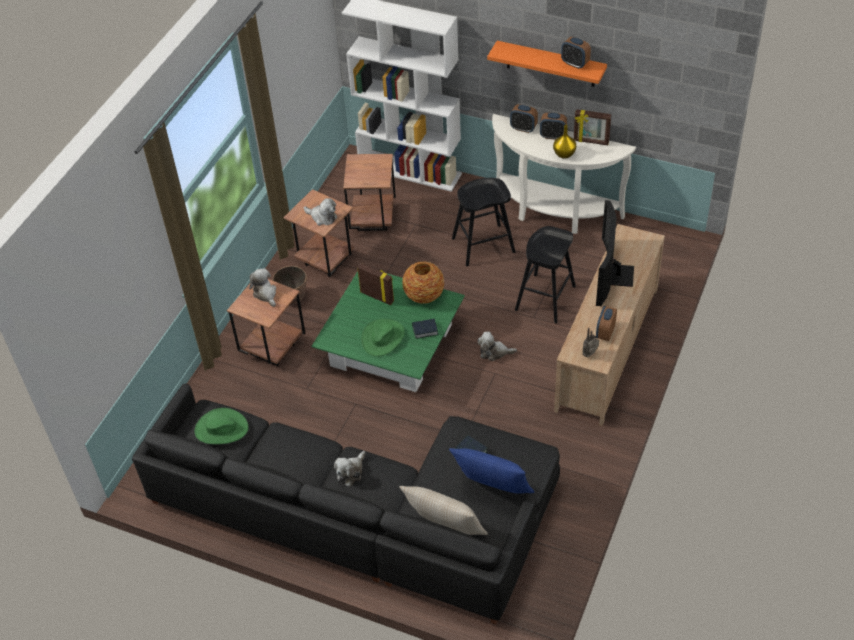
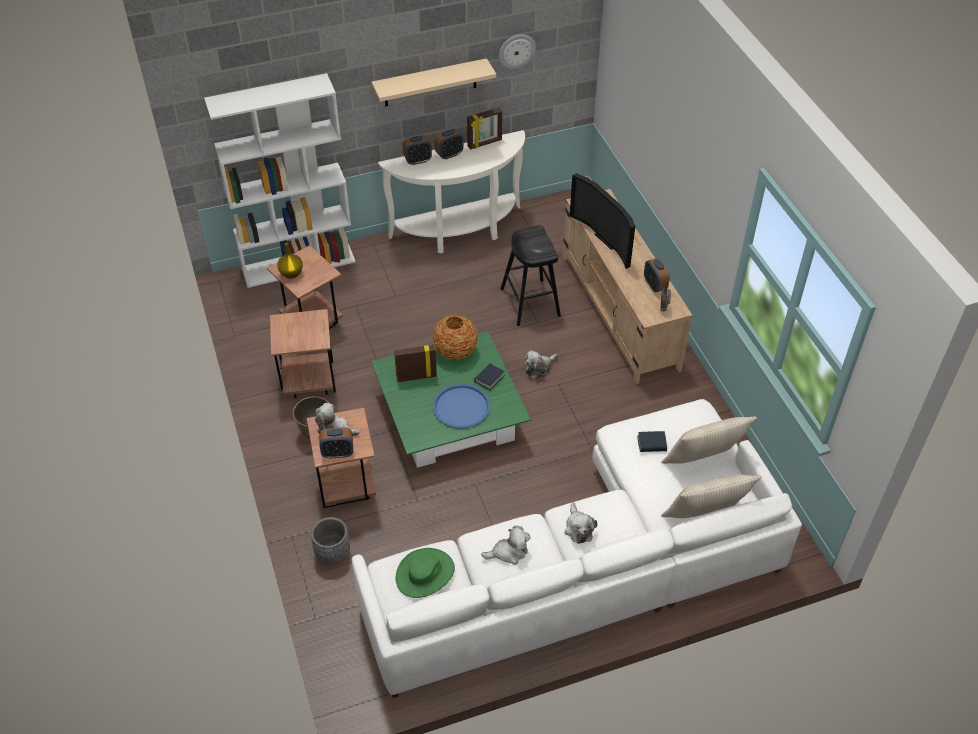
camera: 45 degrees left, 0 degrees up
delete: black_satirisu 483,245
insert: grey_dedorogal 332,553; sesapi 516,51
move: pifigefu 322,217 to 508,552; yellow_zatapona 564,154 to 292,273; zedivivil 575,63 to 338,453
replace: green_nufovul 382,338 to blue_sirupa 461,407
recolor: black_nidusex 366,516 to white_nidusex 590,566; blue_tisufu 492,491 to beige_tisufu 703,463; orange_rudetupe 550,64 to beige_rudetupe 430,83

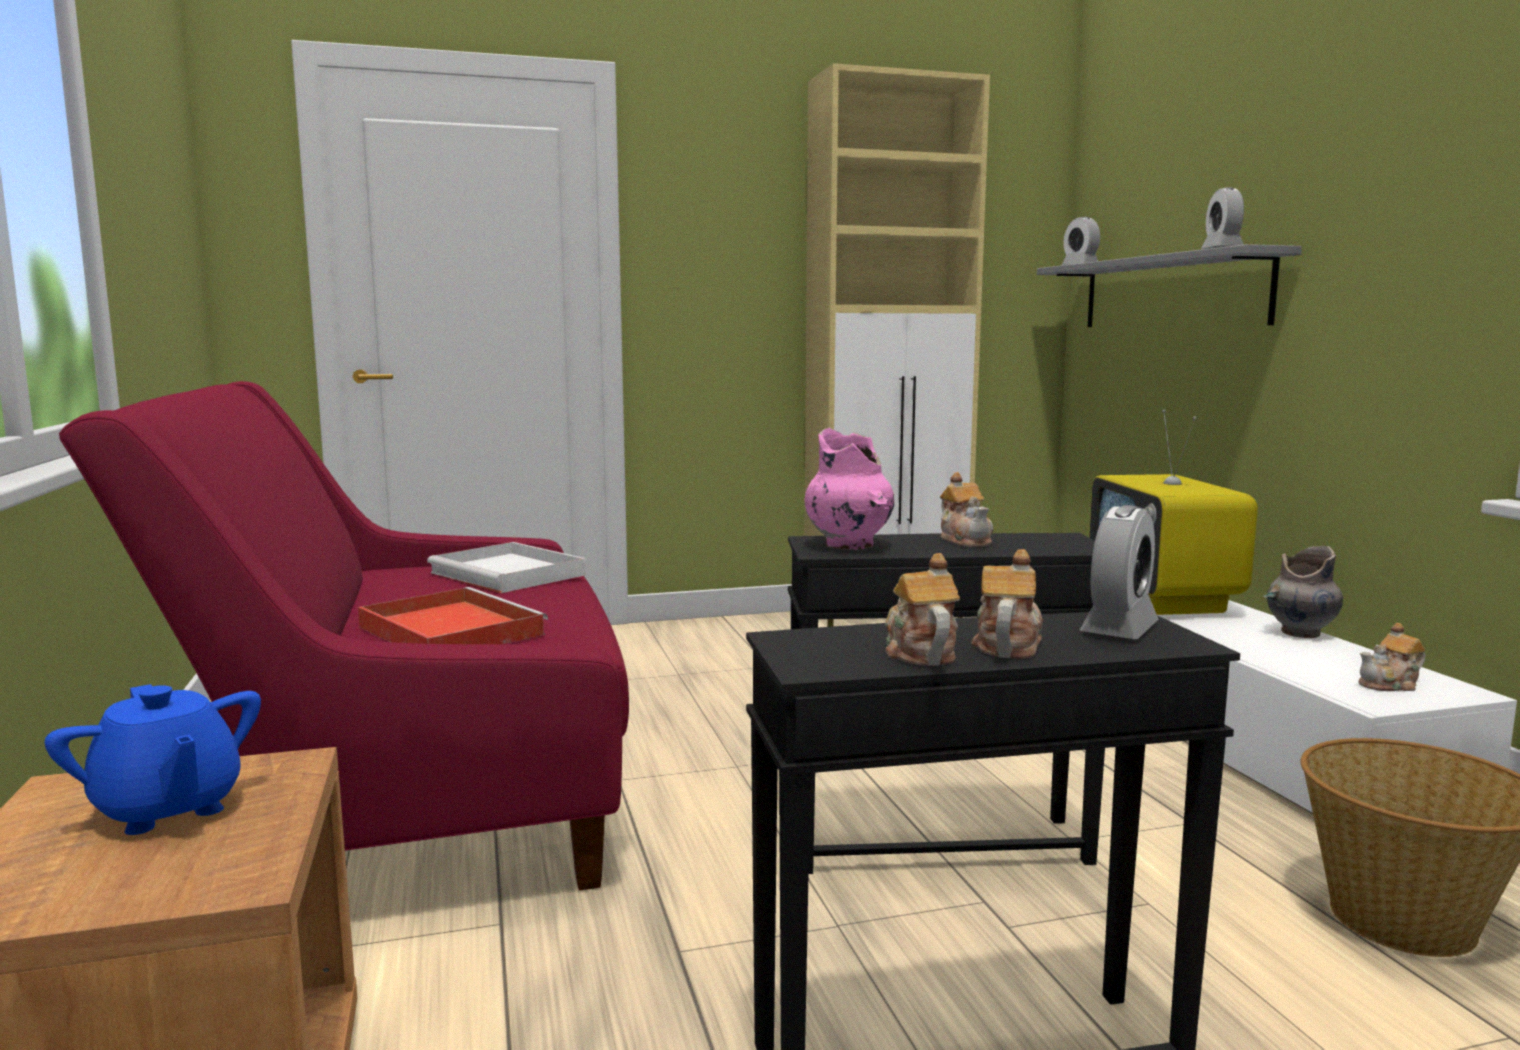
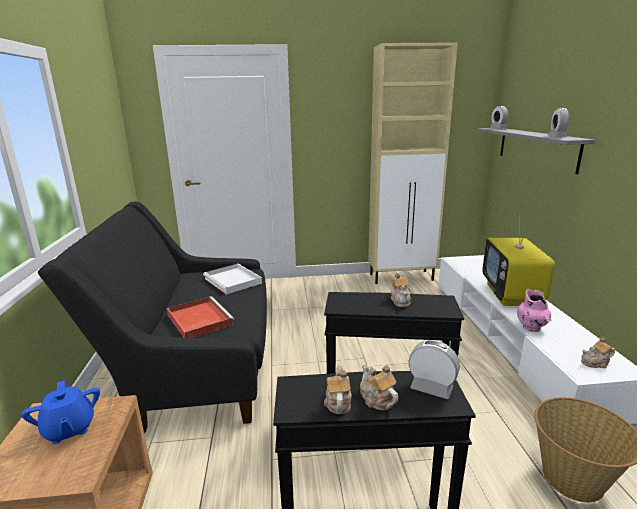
camera: 10 degrees right, 10 degrees up
delete: grey_zatapona 1299,633
move: pink_zatapona 849,546 to 531,328
recolor: red_nidusex 413,791 to black_nidusex 196,364
rotate: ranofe 1007,646 = 377,399 60 degrees counterclockwise; zedivivil 1119,629 = 431,388 105 degrees counterclockwise

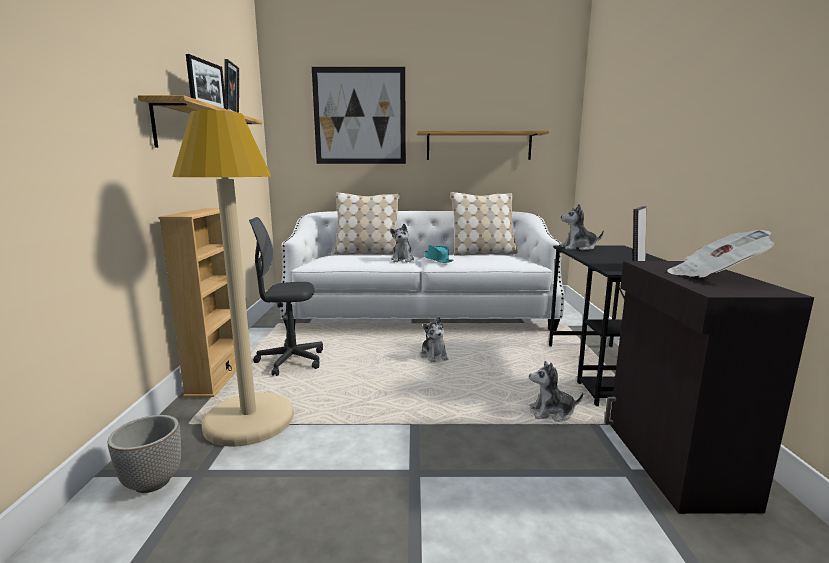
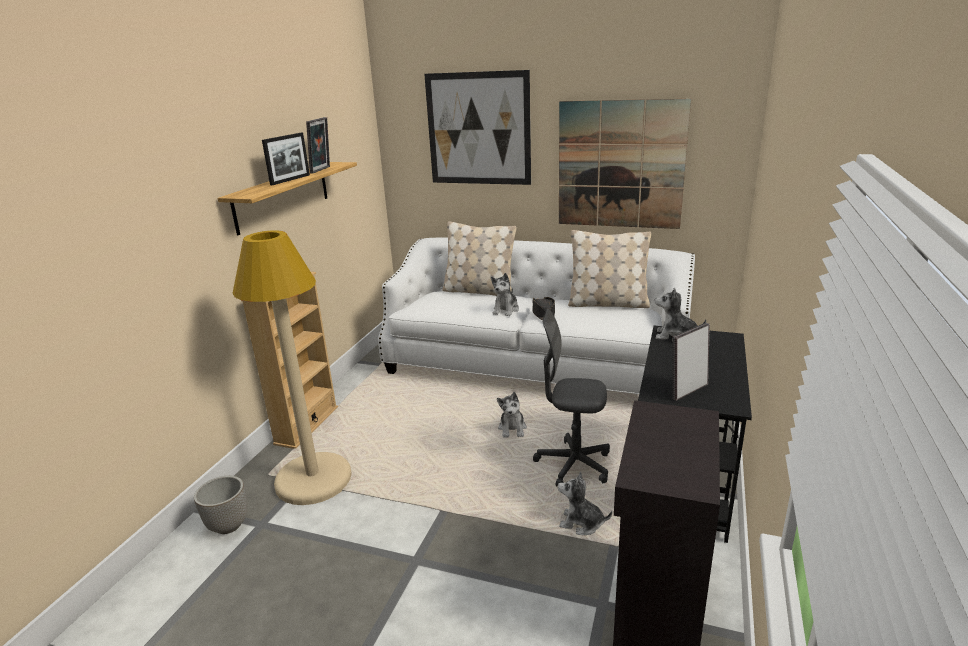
camera: 20 degrees right, 10 degrees up
delete: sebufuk 714,276
move: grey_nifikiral 291,361 to 573,465
replace: rudetupe 479,146 to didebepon 620,165
recolor: turquoise_nufovul 438,259 to black_nufovul 543,314

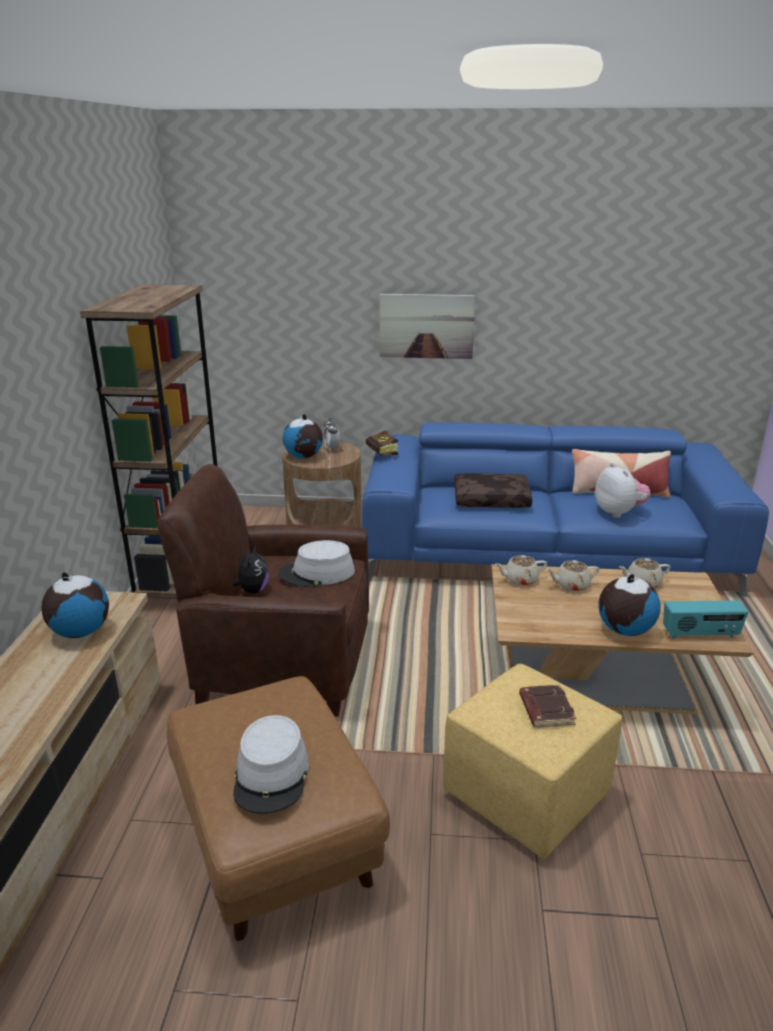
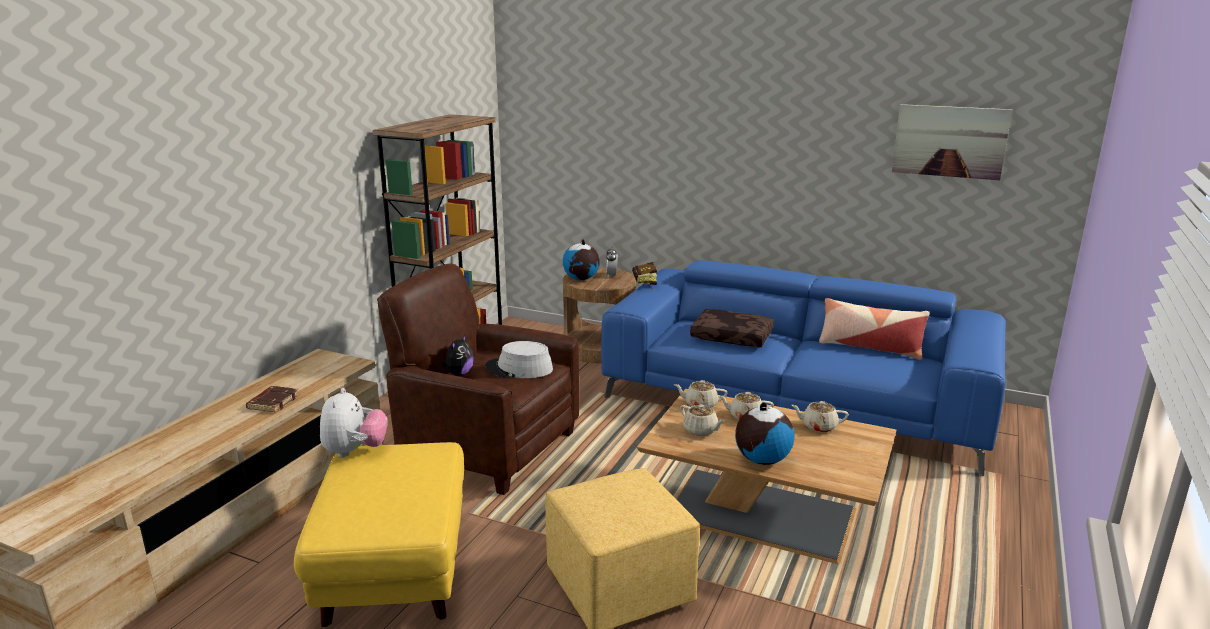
camera: 20 degrees right, 5 degrees down
delete: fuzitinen 80,632; grey_nufovul 272,775; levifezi 700,634
insert: beige_ranofe 701,430
move: didebepon 426,326 to 949,141; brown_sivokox 545,710 to 273,402; pifigefu 619,512 to 355,451
recolor: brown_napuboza 274,838 to yellow_napuboza 394,567

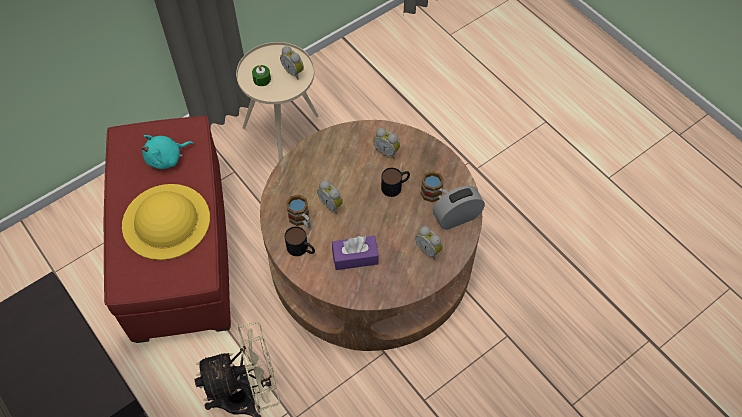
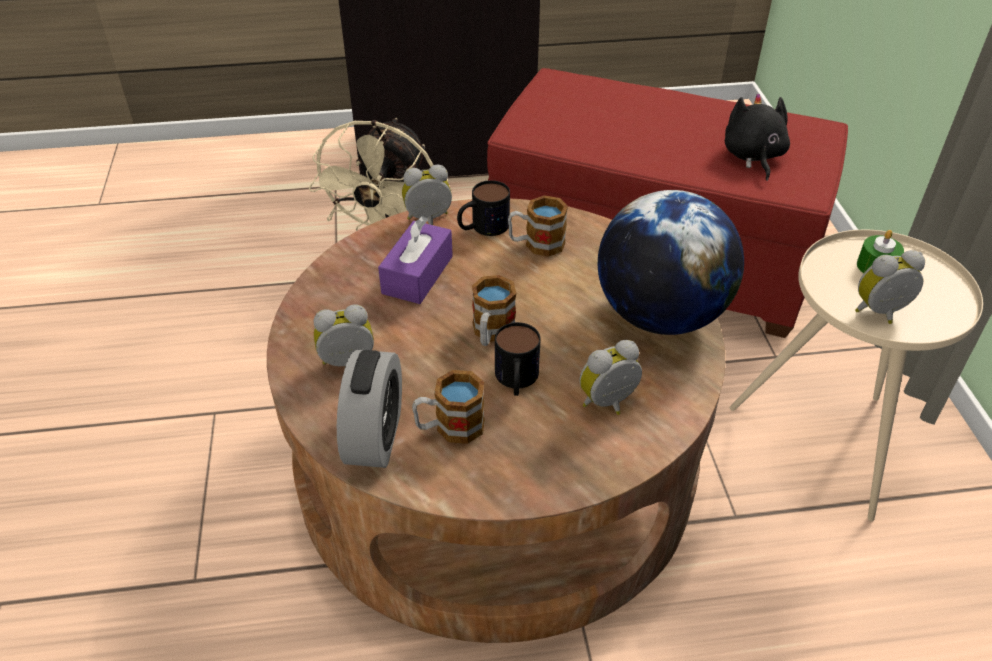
camera: 120 degrees right, 15 degrees down
delete: yellow_nufovul 166,221
insert: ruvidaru 491,333; fuzitinen 660,316
move: zedivivil 331,204 to 429,221
recolor: turquoise_pifigefu 167,158 to black_pifigefu 753,156

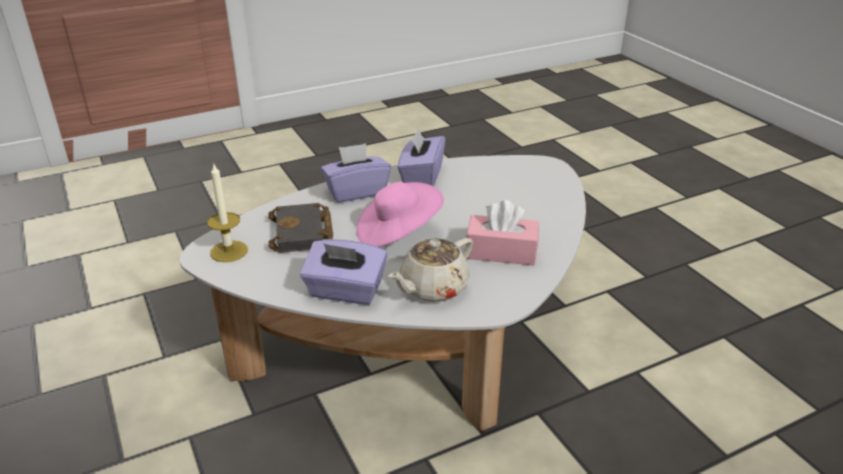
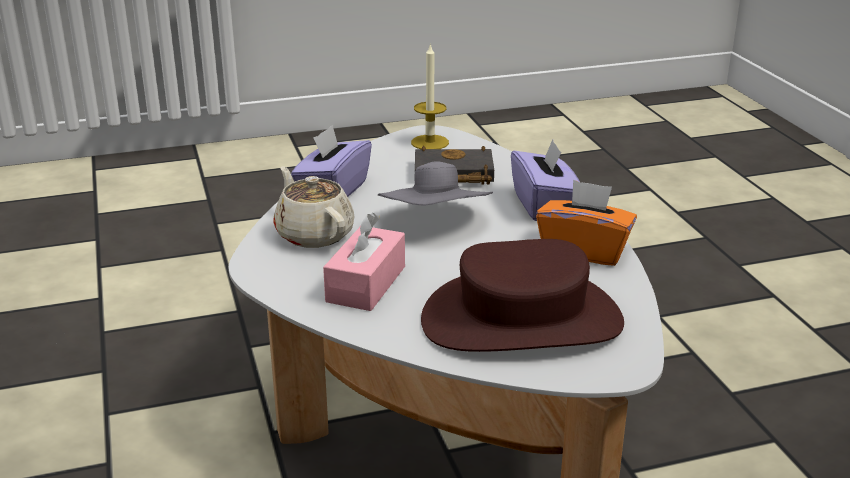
camera: 100 degrees right, 5 degrees down
insert: brown_nufovul 521,320
recolor: pink_nufovul 397,232 to grey_nufovul 436,223; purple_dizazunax 421,176 to orange_dizazunax 584,250

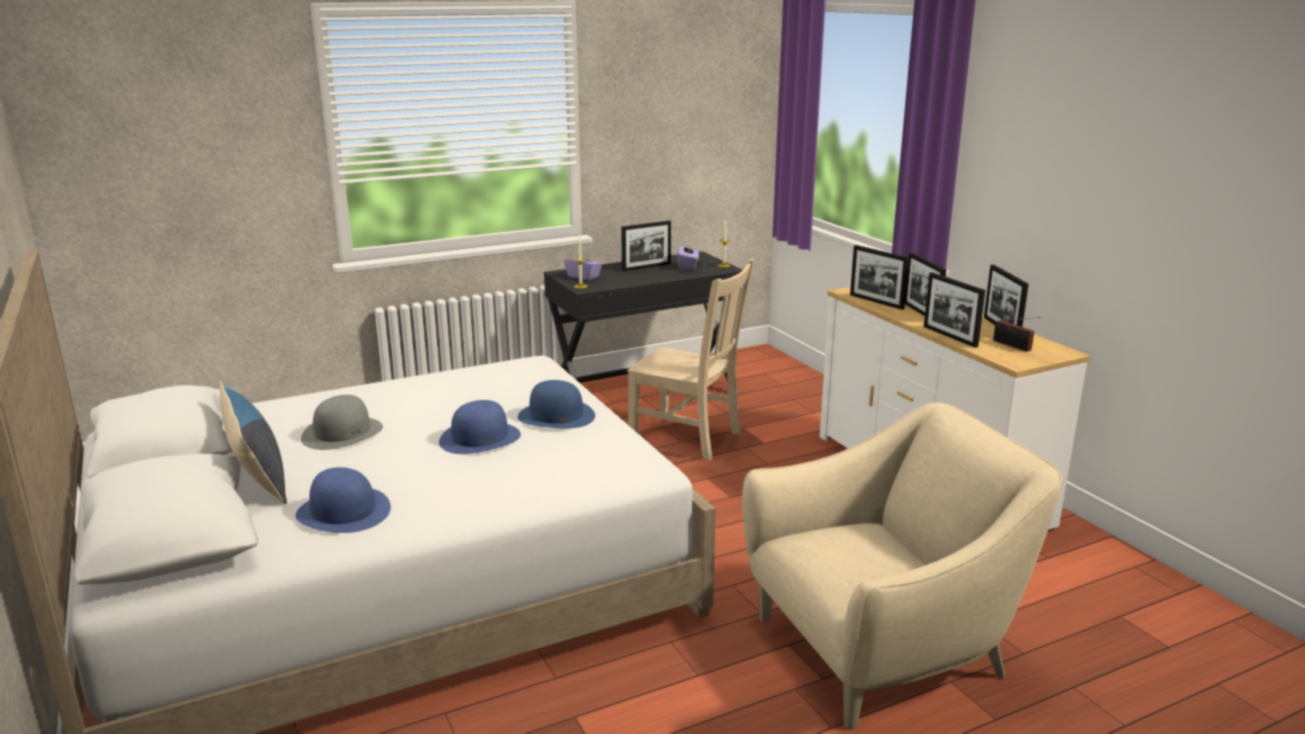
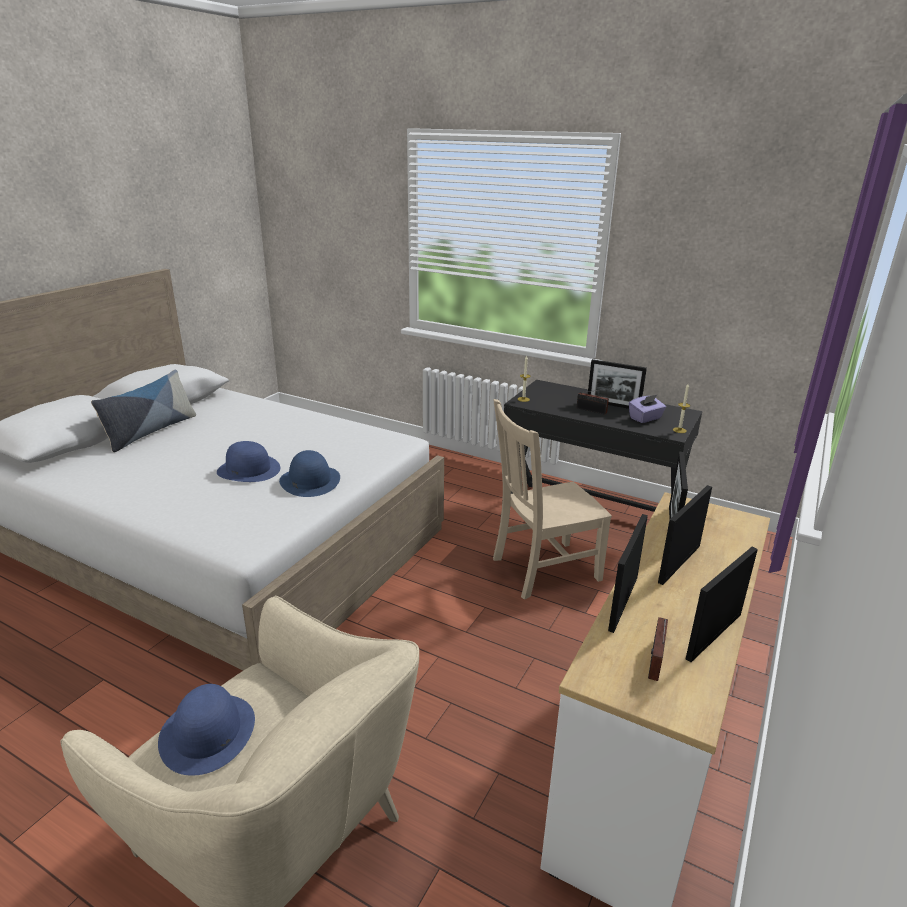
camera: 55 degrees right, 5 degrees up
delete: grey_nufovul 342,433; purple_dizazunax 583,277
insert: levifezi 593,411
move: blue_nufovul 344,511 to 208,733
rotate: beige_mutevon 688,438 = 542,569 75 degrees clockwise

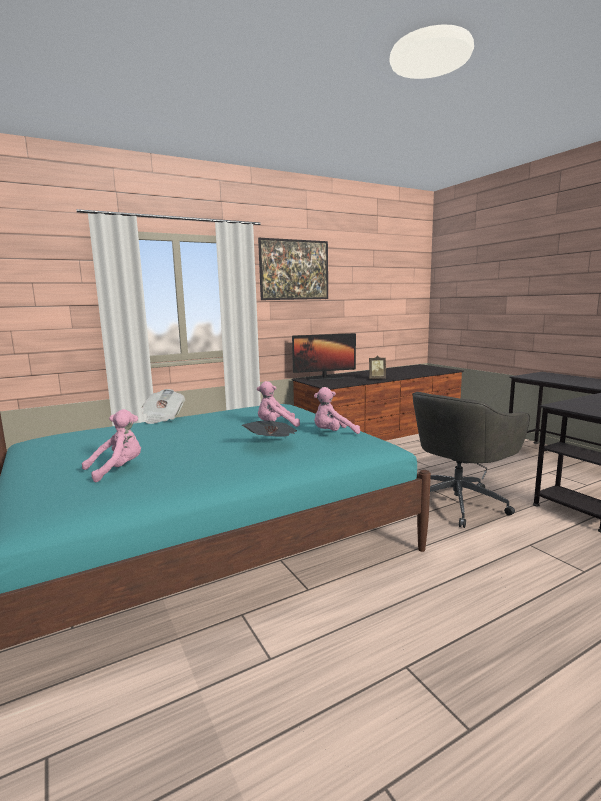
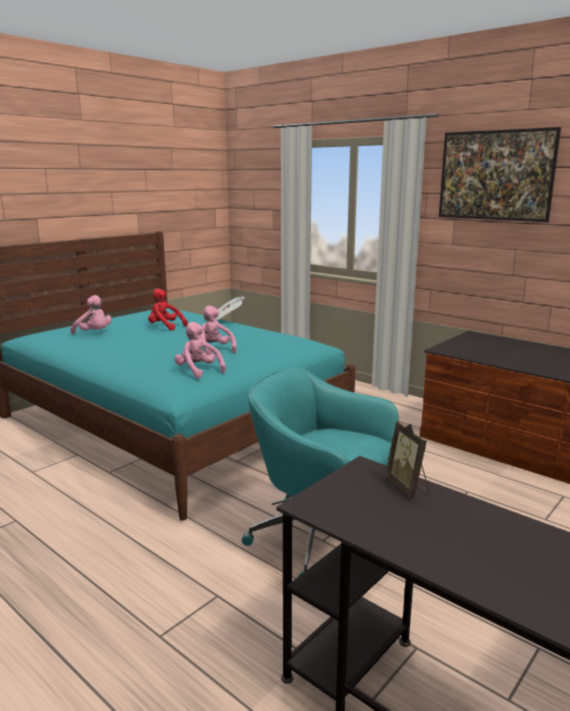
camera: 70 degrees right, 5 degrees up
delete: sebufuk 271,444; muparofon 324,378
insert: red_pifigefu 165,327
move: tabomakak 377,378 to 408,487
recolor: grey_nifikiral 459,502 to turquoise_nifikiral 320,541

